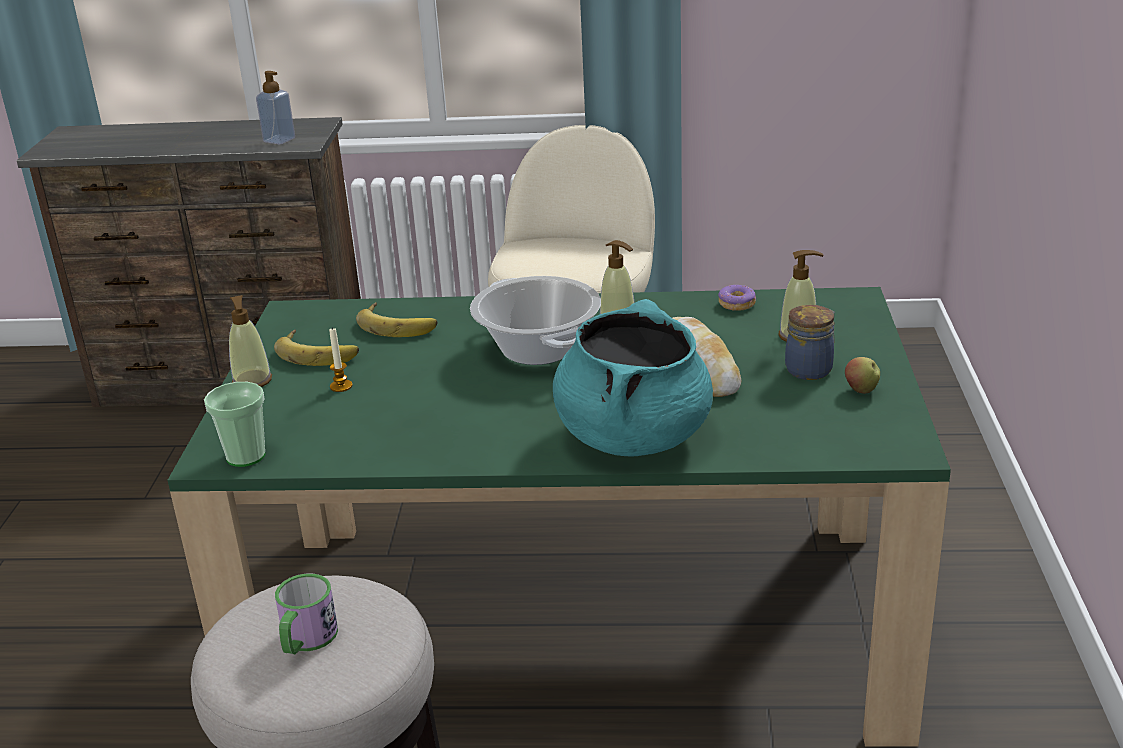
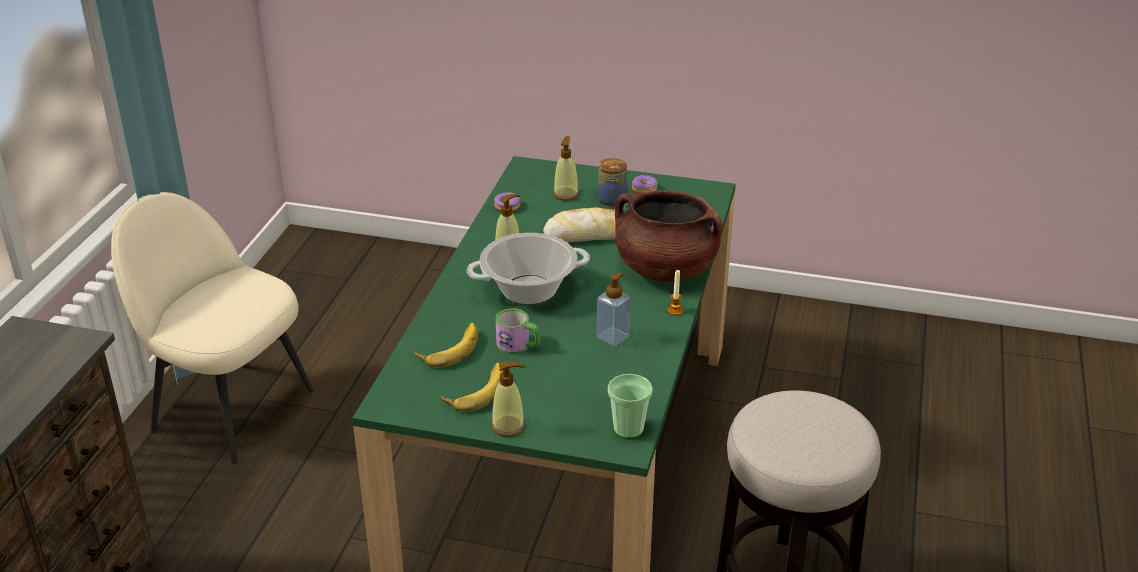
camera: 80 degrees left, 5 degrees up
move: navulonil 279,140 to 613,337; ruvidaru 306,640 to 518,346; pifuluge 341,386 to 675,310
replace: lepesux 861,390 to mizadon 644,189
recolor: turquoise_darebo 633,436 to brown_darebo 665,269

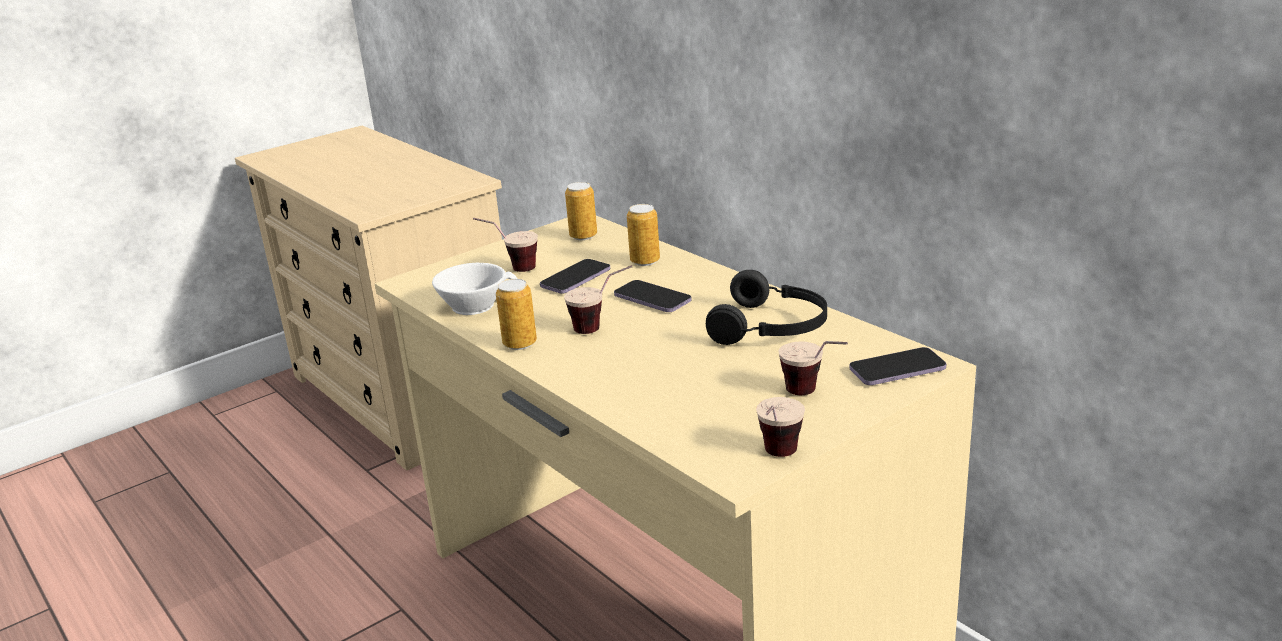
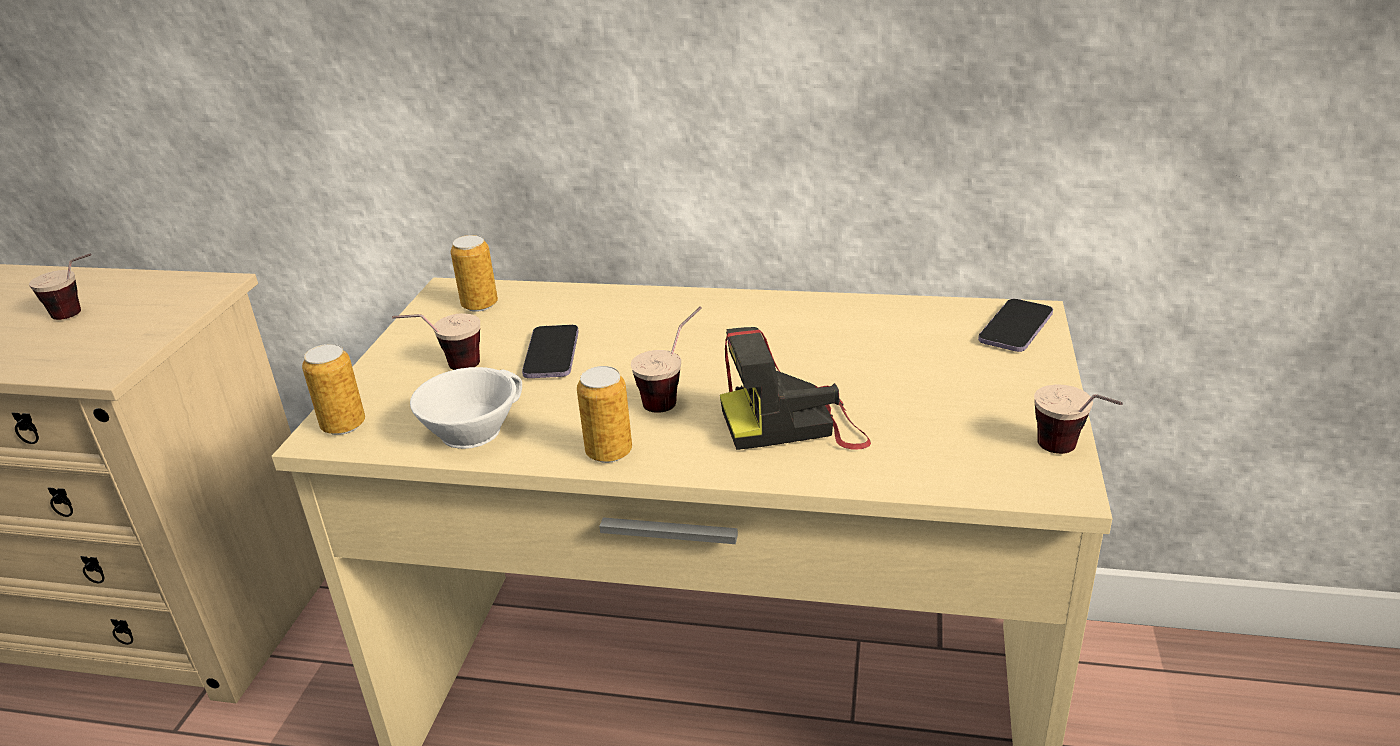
camera: 40 degrees left, 5 degrees up
delete: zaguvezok 652,299; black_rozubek 771,327
insert: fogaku 795,424
move: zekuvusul 645,261 to 343,425; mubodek 814,395 to 81,314

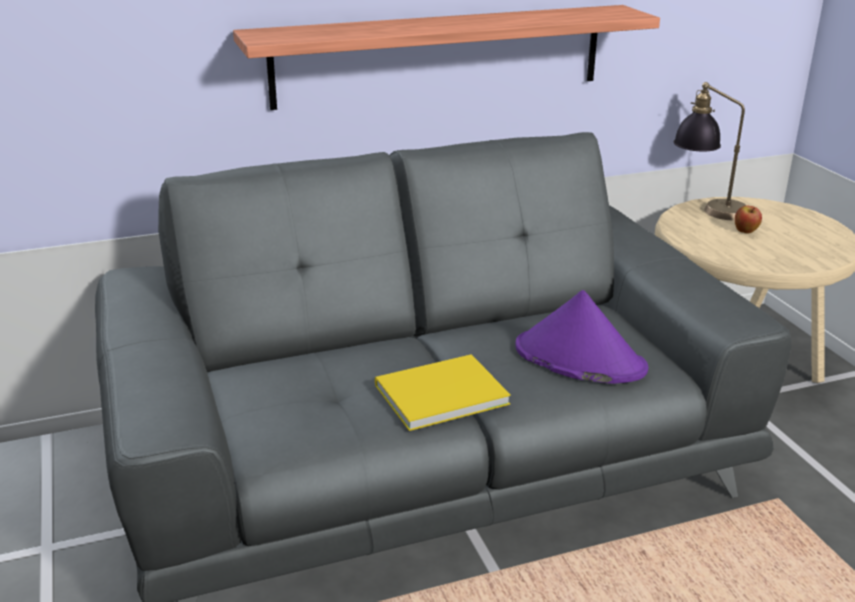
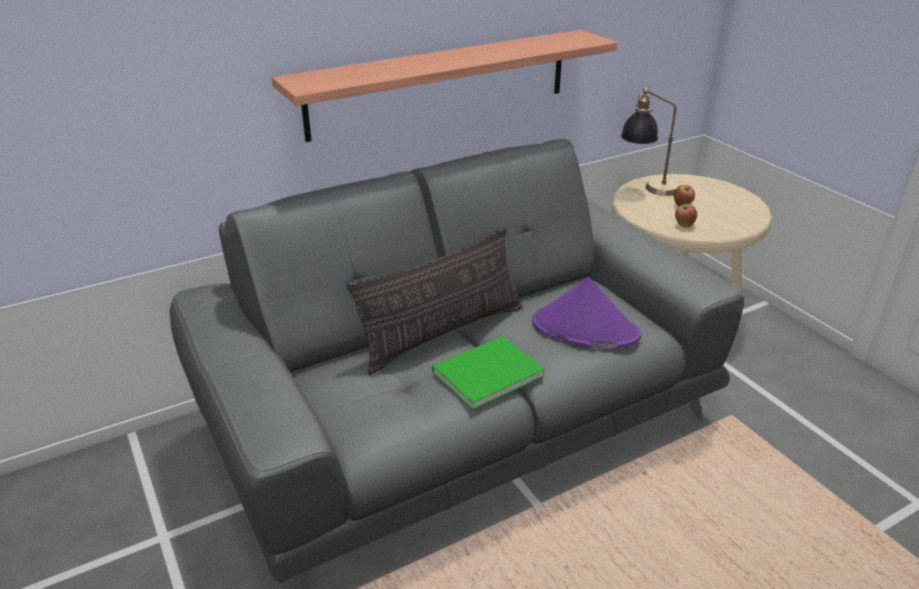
camera: 10 degrees left, 5 degrees up
insert: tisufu 442,333; lepesux 684,225
recolor: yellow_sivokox 436,394 to green_sivokox 484,374

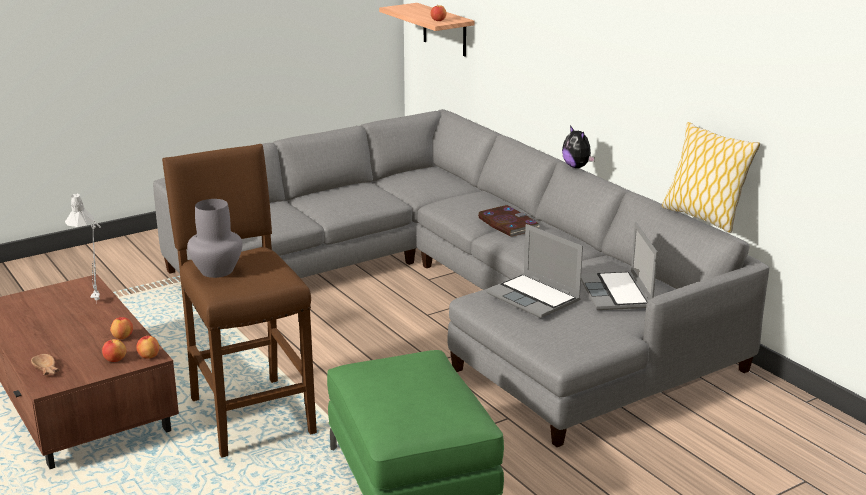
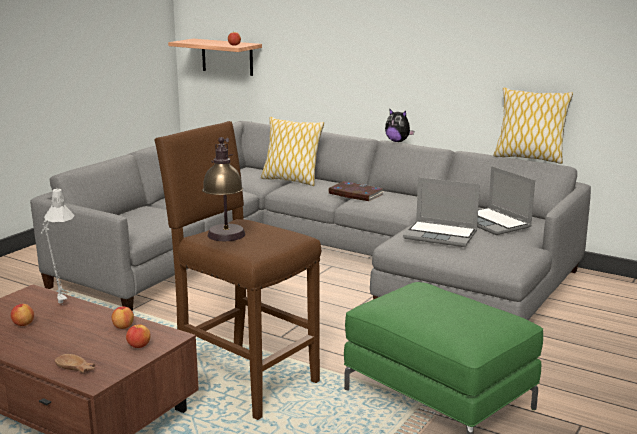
camera: 25 degrees left, 5 degrees down
insert: tisufu 291,180
move: lepesux 149,356 to 23,324
replace: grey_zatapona 218,270 to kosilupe 226,240

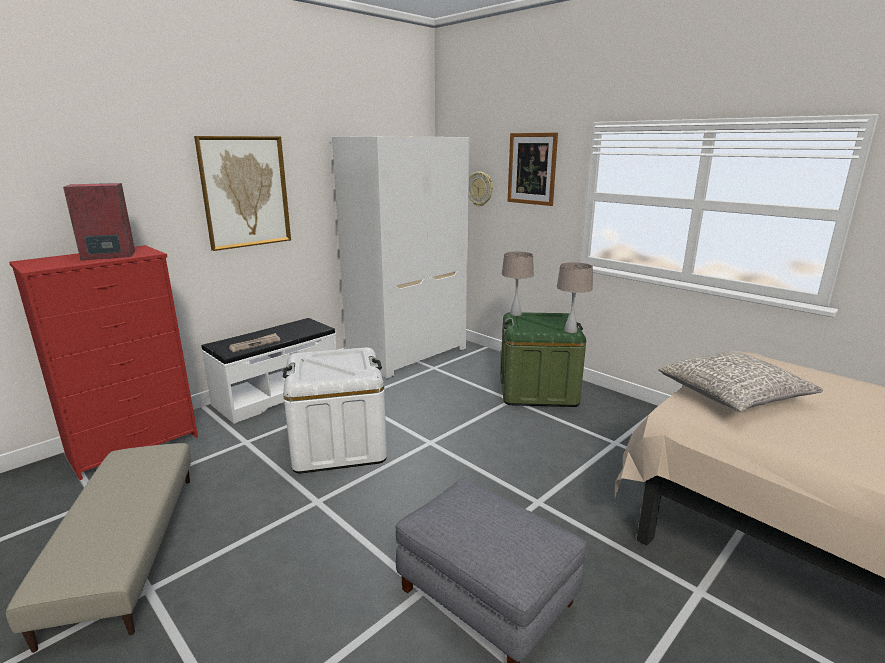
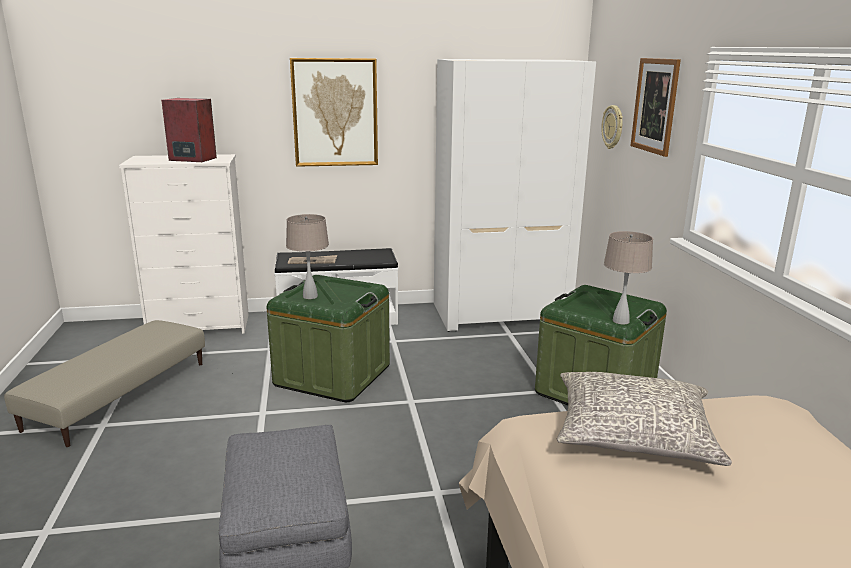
camera: 35 degrees right, 0 degrees up
move: beige_kosilupe 515,314 to 309,296
recolor: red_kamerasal 135,445 to white_kamerasal 200,326; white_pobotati 339,445 to green_pobotati 332,375

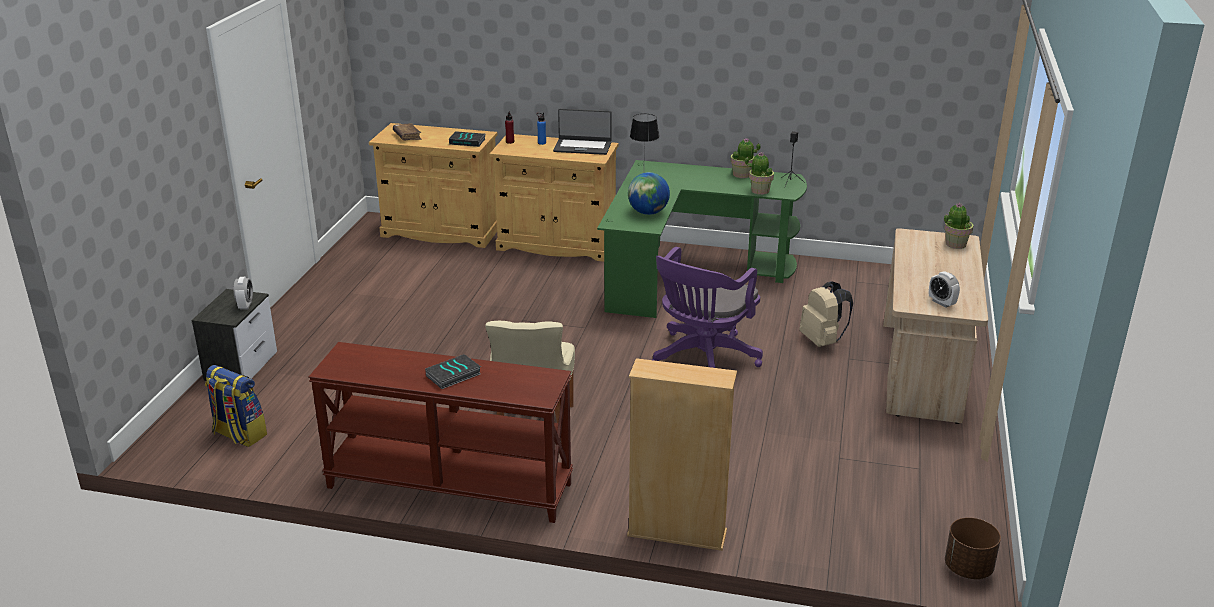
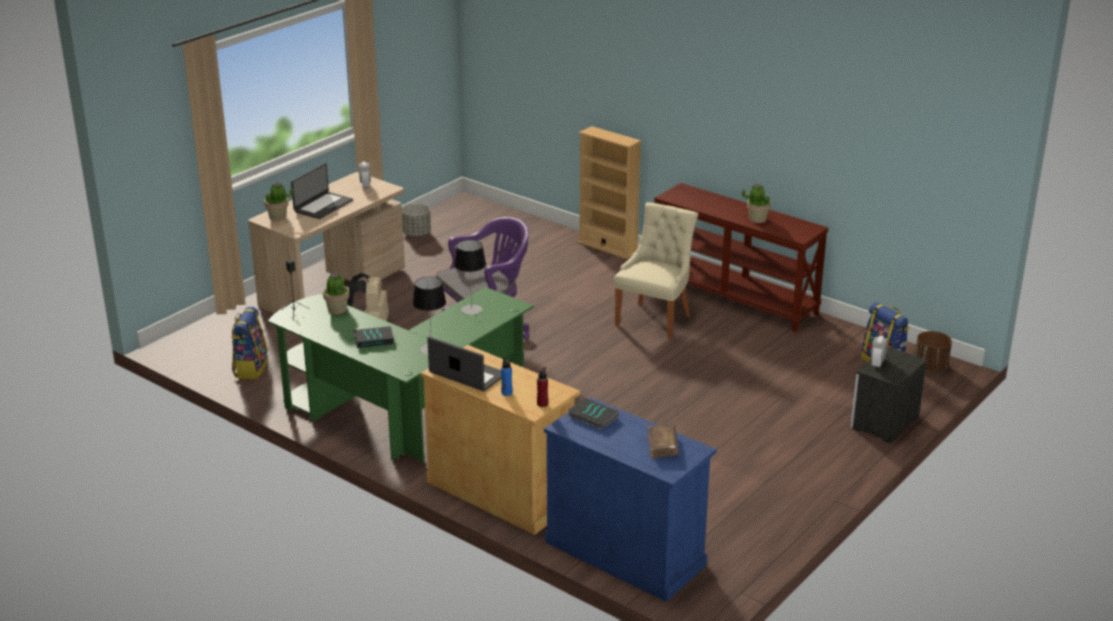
camera: 155 degrees left, 0 degrees up
insert: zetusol 250,368; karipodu 322,206; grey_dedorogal 417,234
move: sivokox 453,375 to 374,339; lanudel 742,175 to 757,219; brown_dedorogal 968,568 to 930,367
replace: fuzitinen 648,212 to kosilupe 471,309
recolor: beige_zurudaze 441,231 to blue_zurudaze 625,553

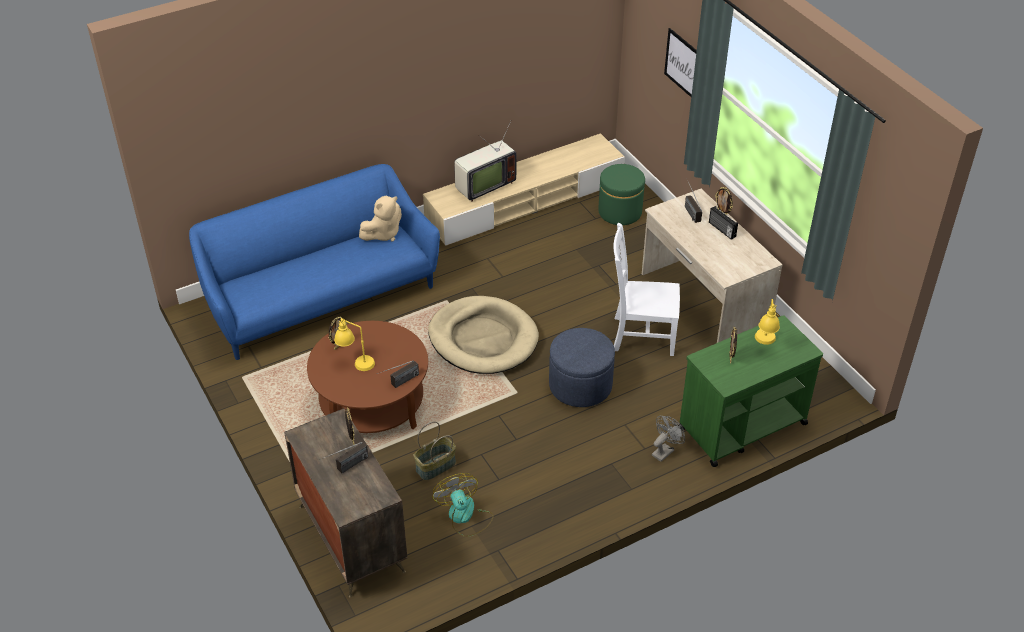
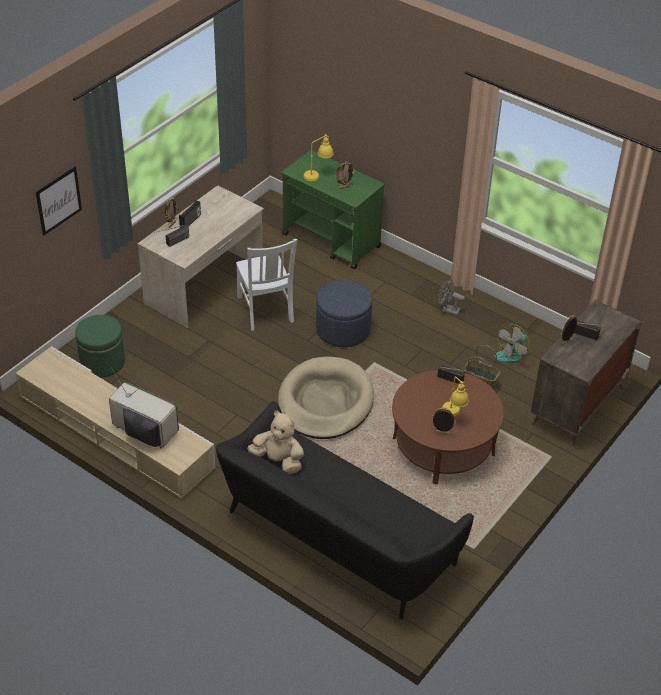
camera: 115 degrees left, 0 degrees up
move: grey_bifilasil 665,451 to 447,310
recolor: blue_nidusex 320,296 to black_nidusex 336,537

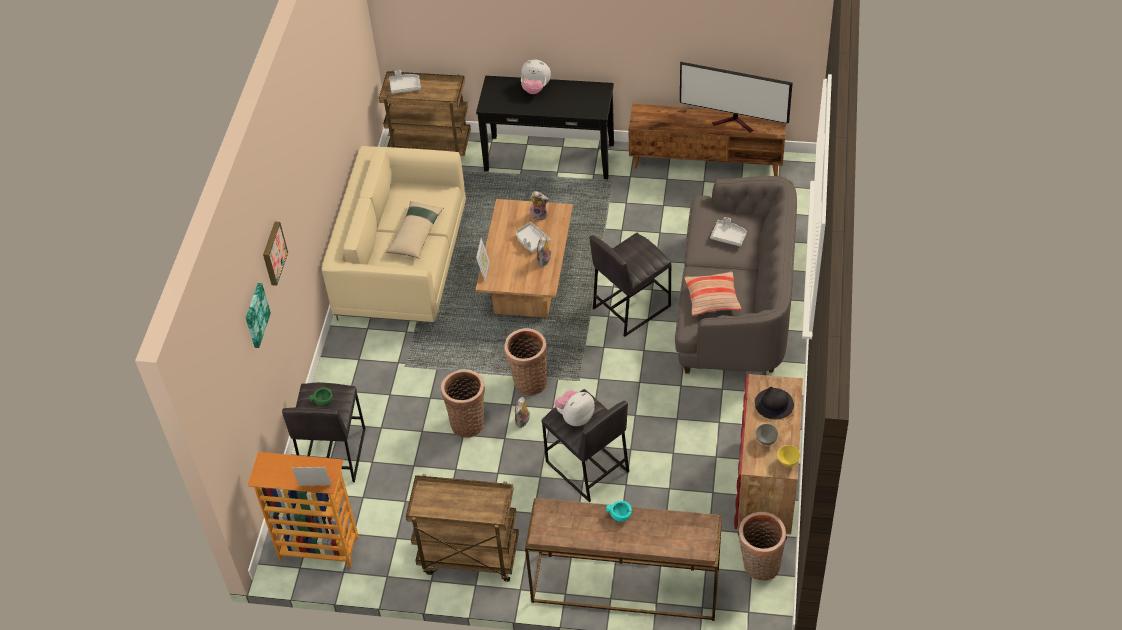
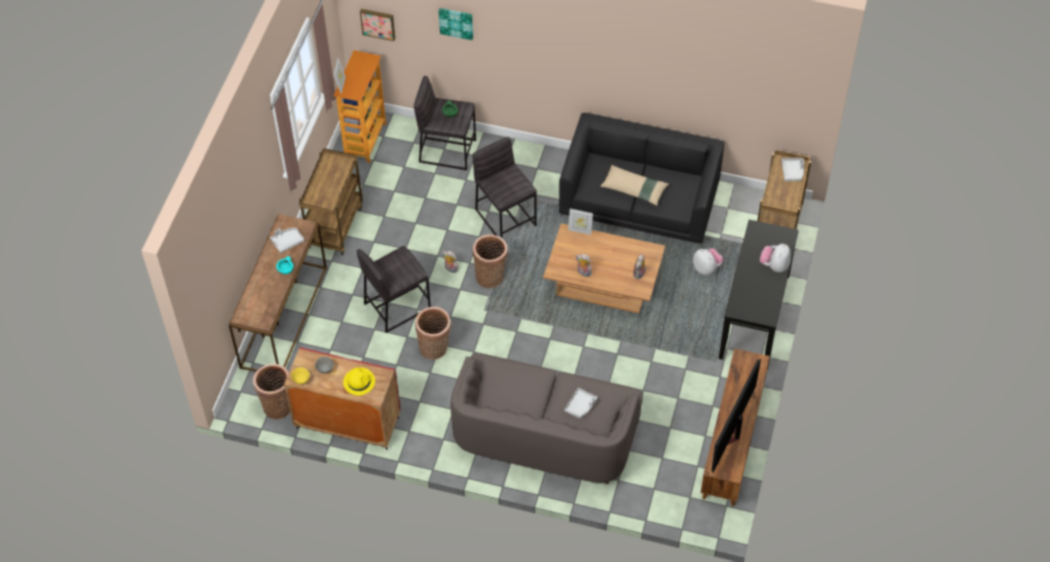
camera: 95 degrees right, 5 degrees up
delete: tisufu 712,298
move: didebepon 273,253 to 378,23; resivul 468,422 to 435,348; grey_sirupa 531,241 to 287,241; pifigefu 575,417 to 706,268; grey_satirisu 630,307 to 506,217
recolor: beige_nidusex 401,260 to black_nidusex 640,200; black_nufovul 773,404 to yellow_nufovul 359,381

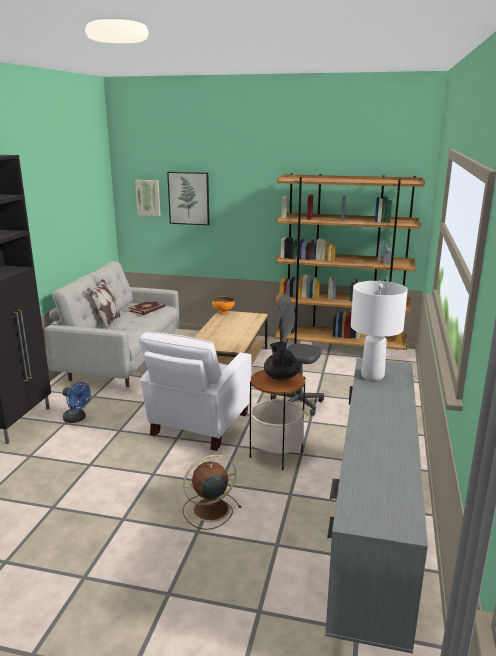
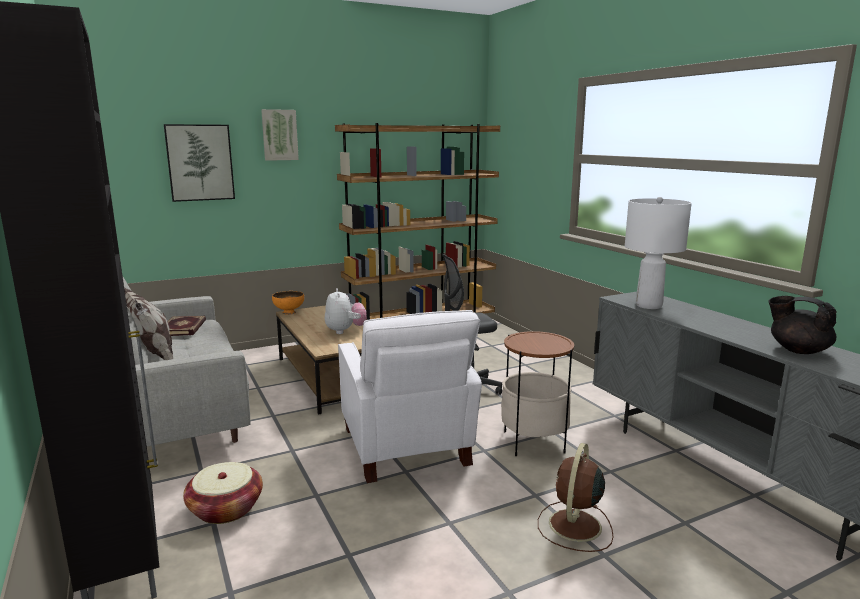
camera: 40 degrees left, 5 degrees down
insert: pifigefu 345,331
move: didebepon 148,197 to 279,135; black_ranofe 281,377 to 798,350
replace: blue_bifilasil 77,419 to resivul 226,509

